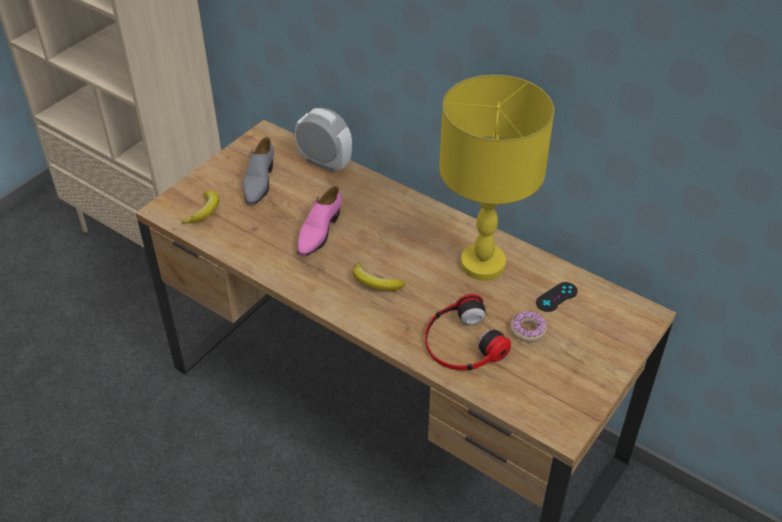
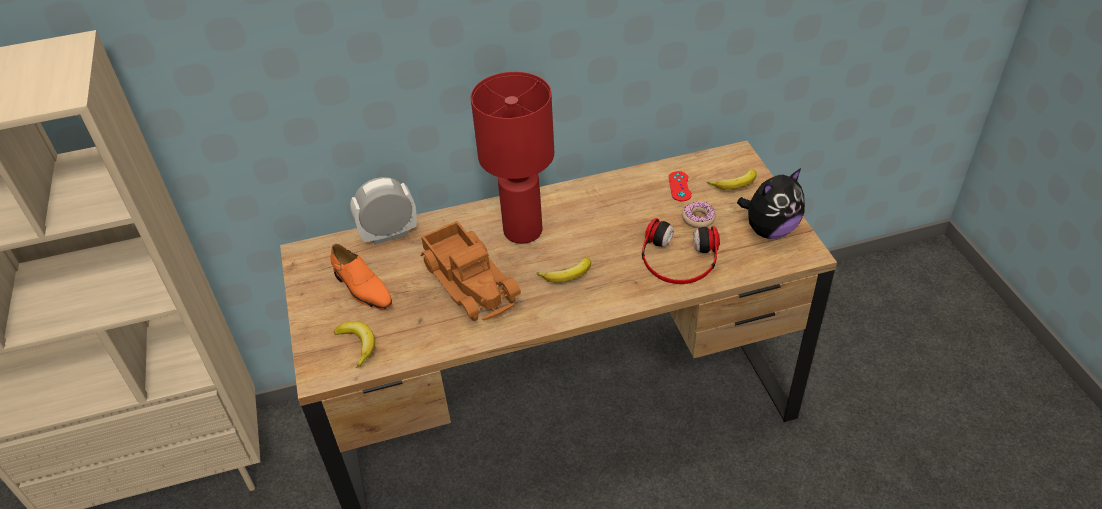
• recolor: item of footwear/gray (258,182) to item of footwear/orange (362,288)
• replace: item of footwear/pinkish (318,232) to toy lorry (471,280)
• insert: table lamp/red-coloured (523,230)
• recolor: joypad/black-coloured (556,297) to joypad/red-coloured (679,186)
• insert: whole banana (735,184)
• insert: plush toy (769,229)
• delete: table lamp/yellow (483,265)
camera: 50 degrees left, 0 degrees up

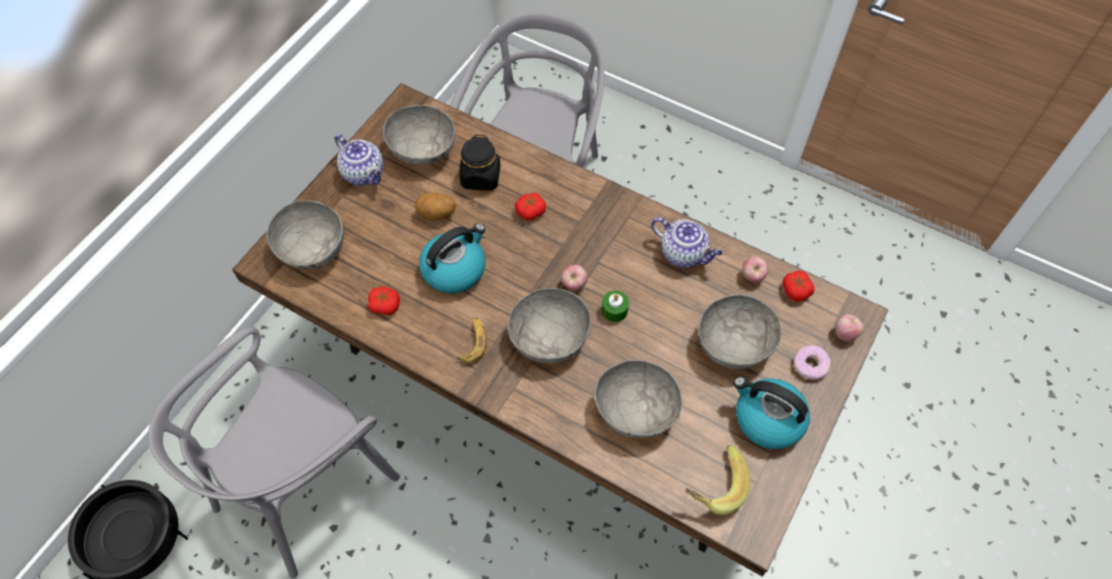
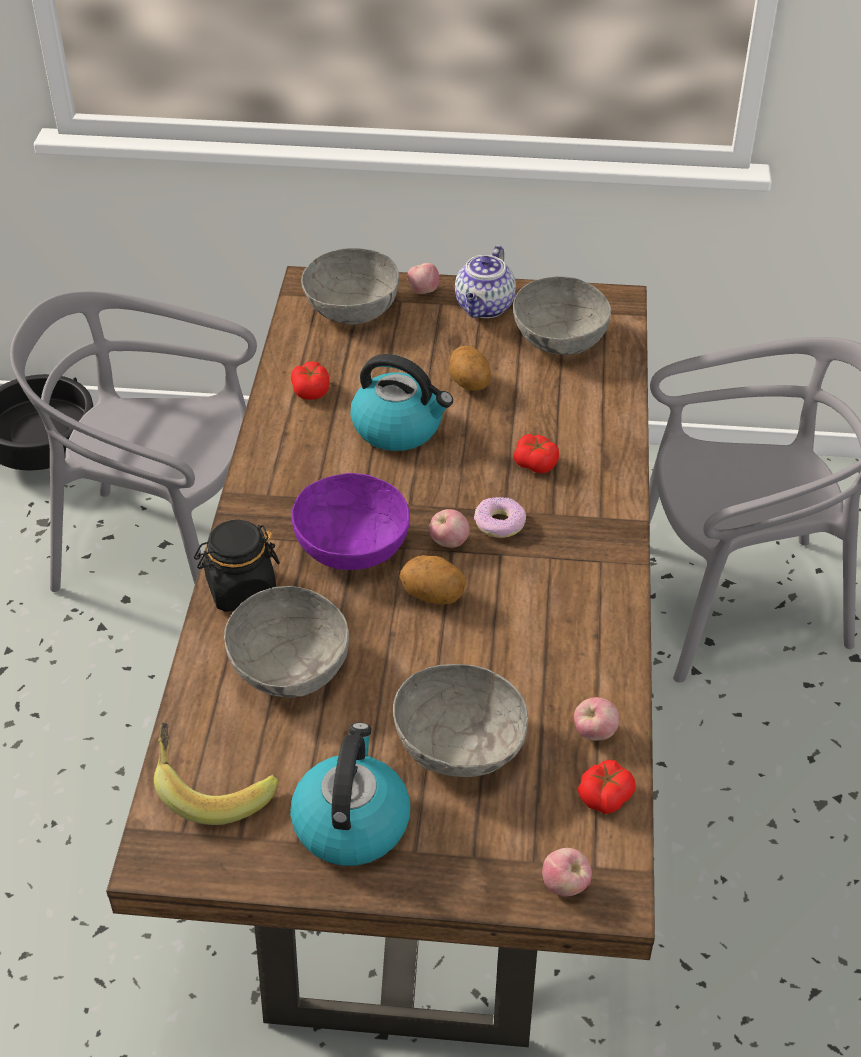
• move: jar/black-coloured (481,177) to (241,589)
• recolor: deep dish/gray (549,337) to deep dish/purple (351,545)
• replace: wax light/green (614,310) to spud (433,595)
• insert: apple (423,291)
• move: donut (810,365) to (499,524)
• delete: whole banana (473,342)
• delete: tea pot (684,254)
camera: 65 degrees right, 15 degrees down

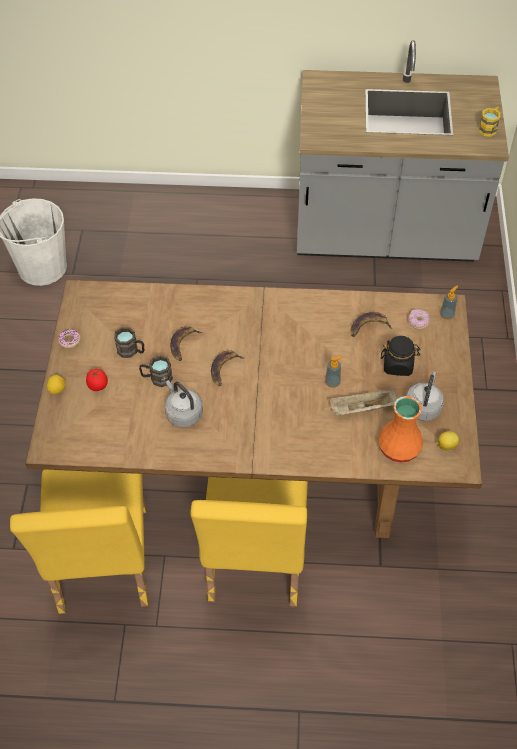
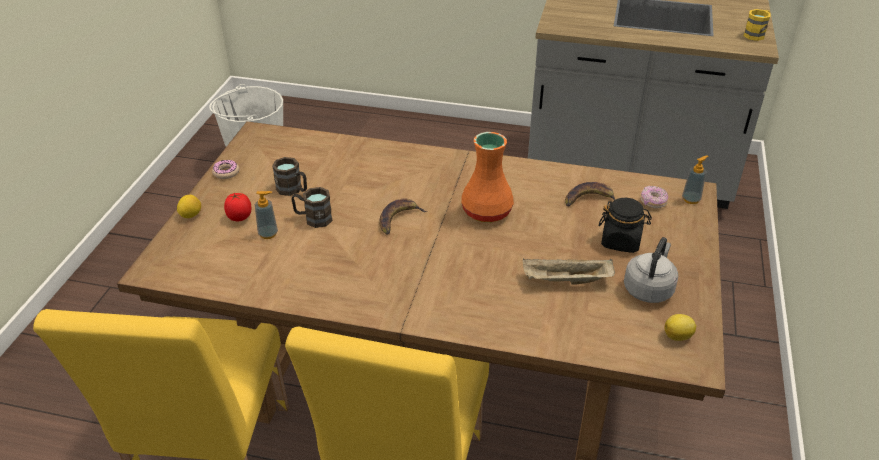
• move: soap dispenser (332,382) to (268,234)
• move: vase/orange (398,446) to (486,211)
• delete: kettle/gray (183,413)
• delete: whole banana (183,344)
camera: 10 degrees right, 15 degrees down

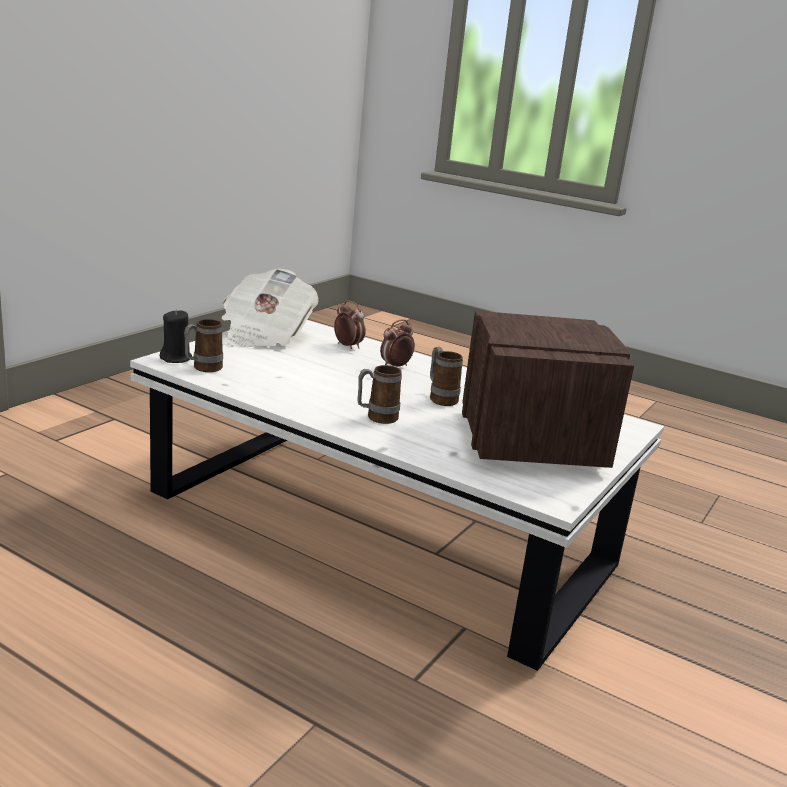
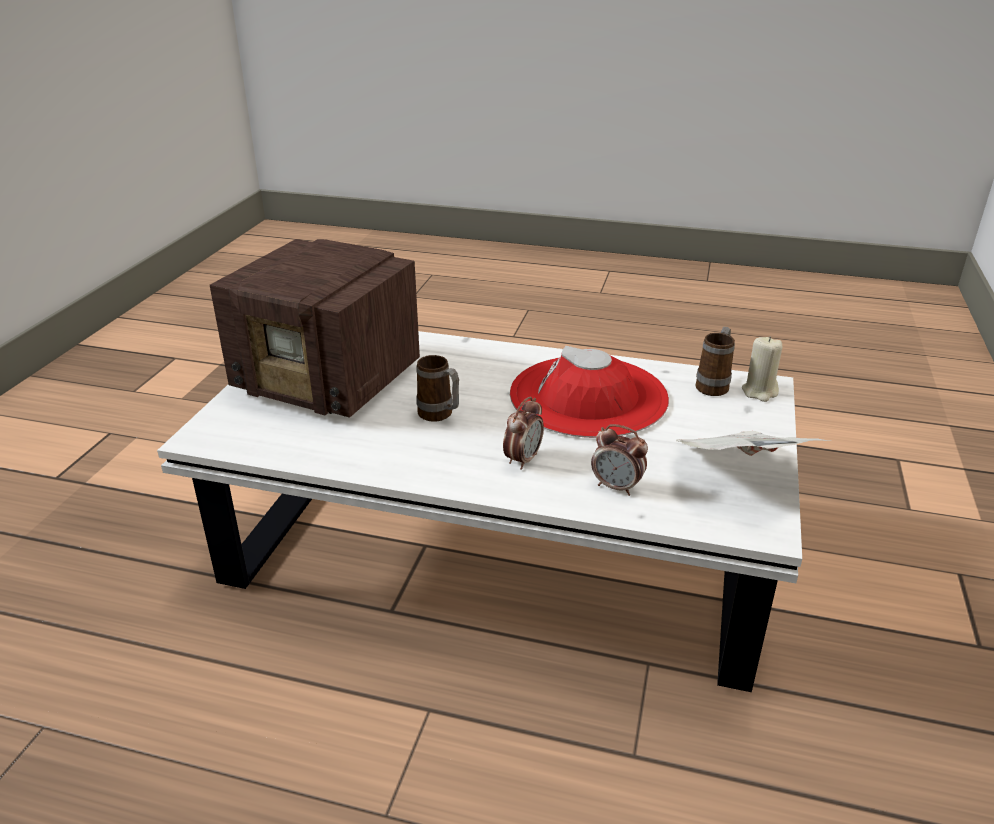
• rotate: radio receiver (531,441) = (330,381) 45 degrees counterclockwise
• insert: wearable hat/red-coloured (588,396)
• recolor: wax light/black-coloured (176,358) to wax light/beige-coloured (759,392)
• delete: mug (376,418)
camera: 165 degrees right, 10 degrees up

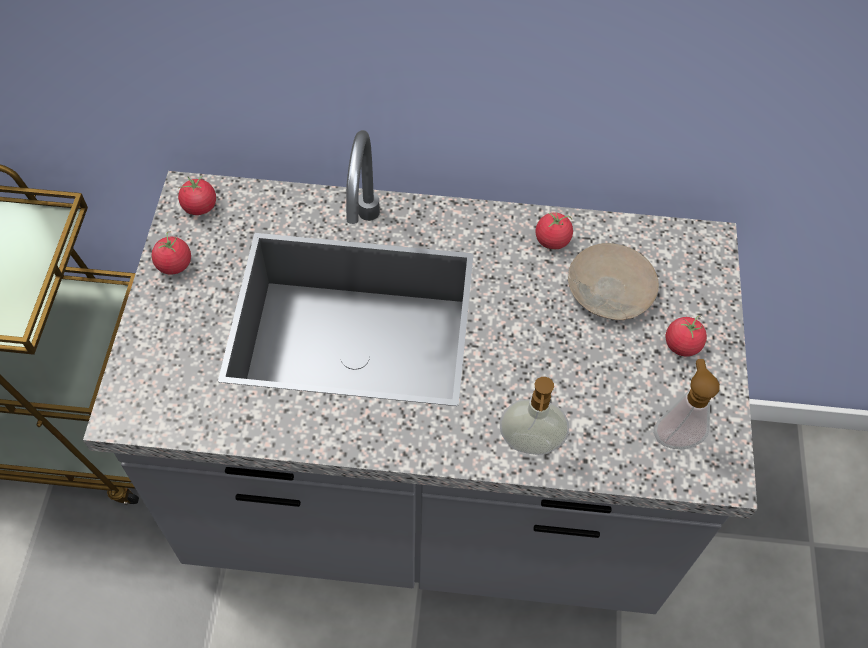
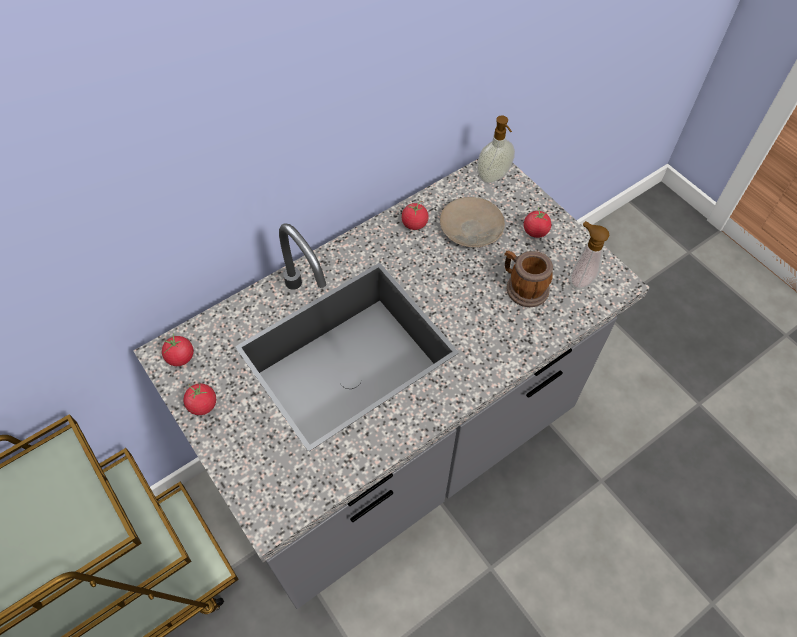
• move: soap dispenser (530,445) to (494,177)
• insert: mug (523,287)
camera: 40 degrees left, 0 degrees up

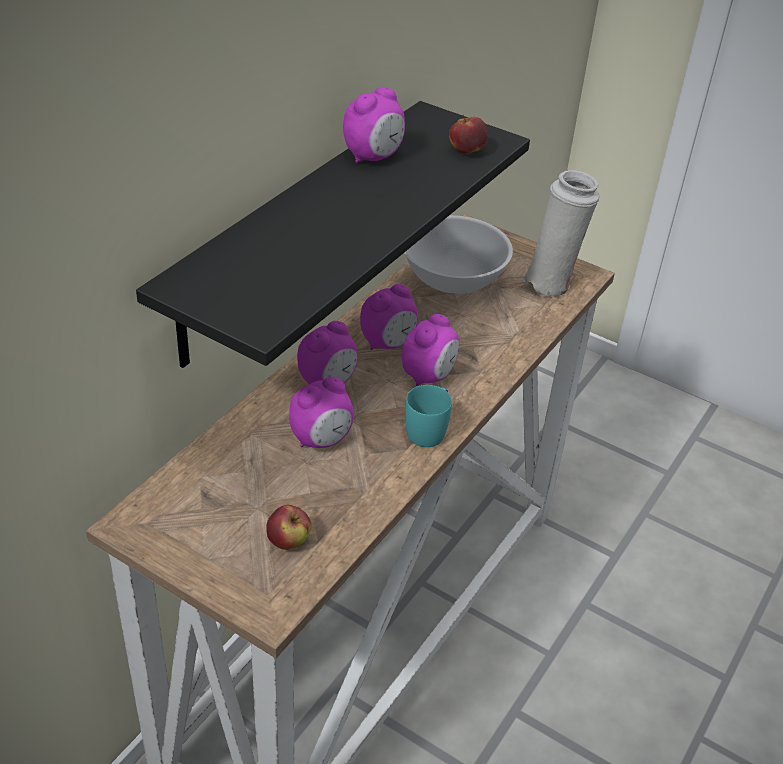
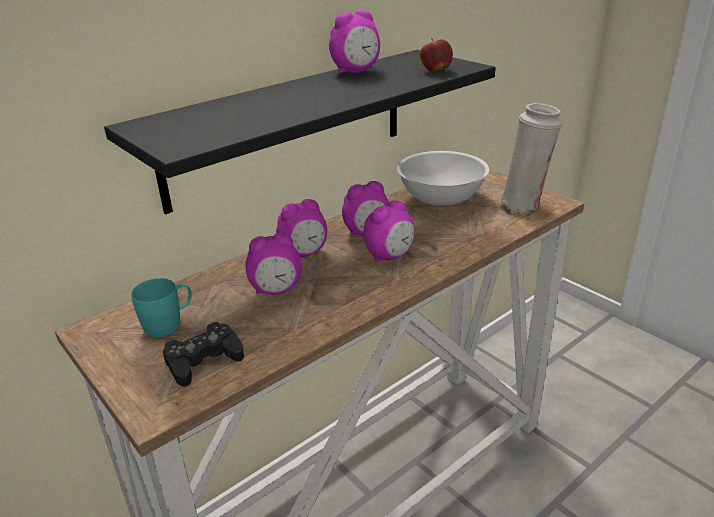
• move: mug/blue-green (429,429) to (169,323)
• replace: apple (288,542) to joypad/black-coloured (204,360)
camera: 20 degrees right, 10 degrees down

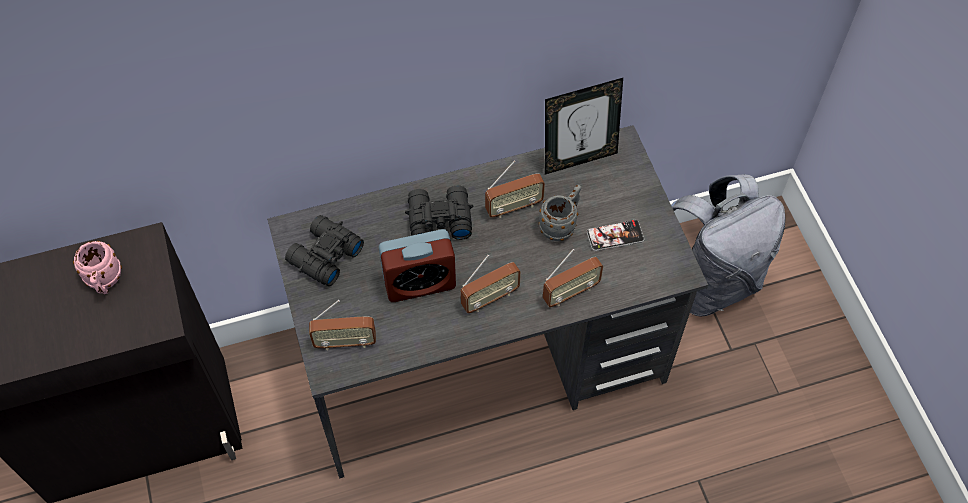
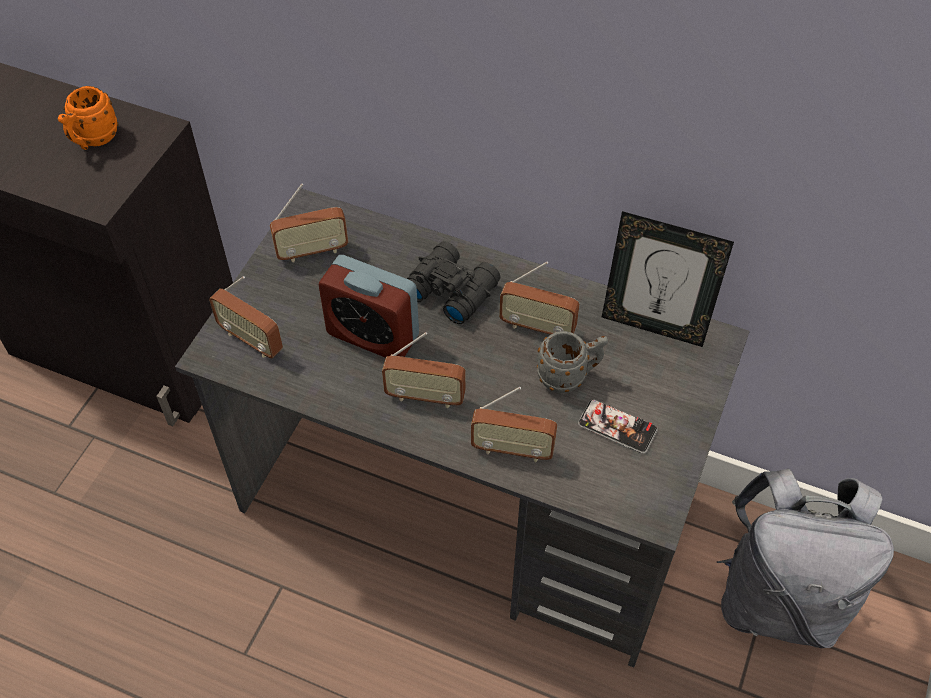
• recolor: mug/pinkish (105,282) to mug/orange (93,140)
• replace: field glasses/black-coloured (323,256) to radio receiver (312,251)
camera: 40 degrees right, 5 degrees down

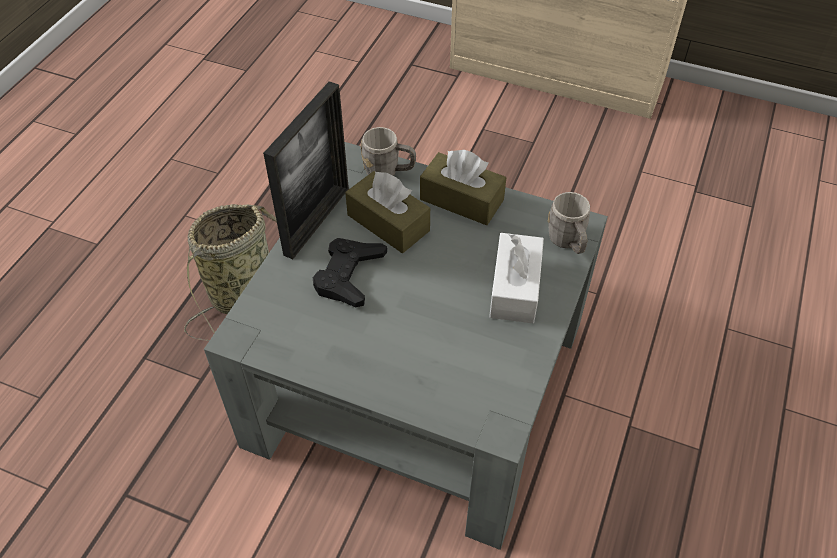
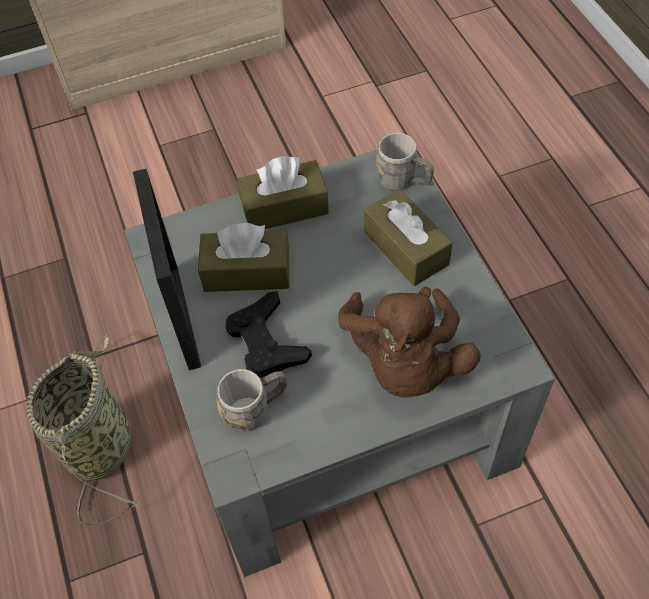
• move: mug/gray (388,172) to (256,410)
• insert: plush toy/brownish (405,363)
• recolor: tissue holder/whitish (515,288) to tissue holder/brownish (406,248)
camera: 40 degrees left, 5 degrees up

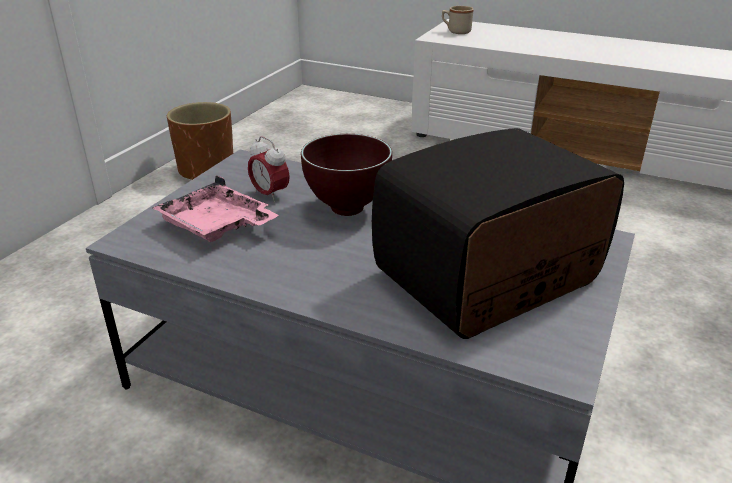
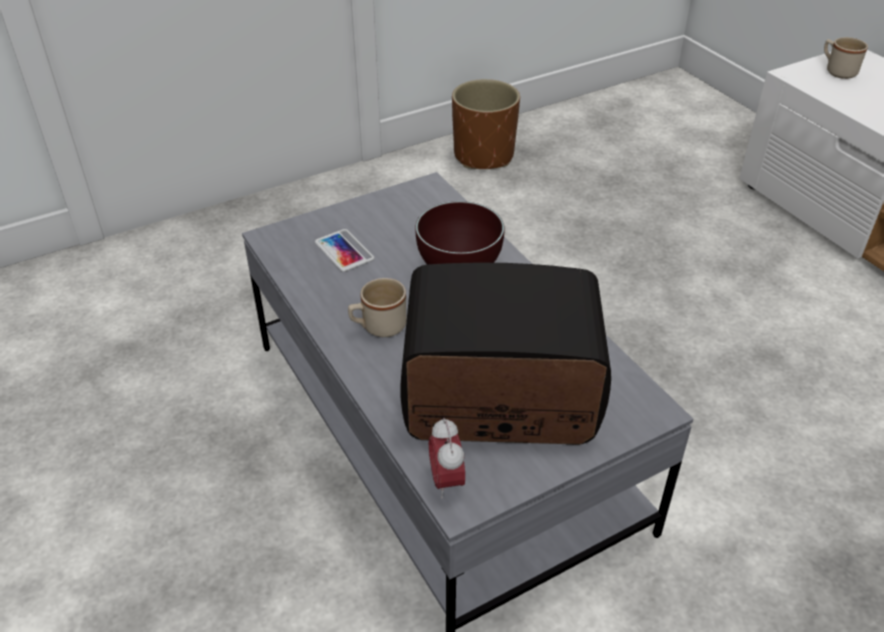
• replace: tray/pinkish (217,226) to phone (344,251)
• insert: mug/beige-coloured (378,327)
• move: bedside clock (270,195) to (446,481)
camera: 35 degrees right, 10 degrees up

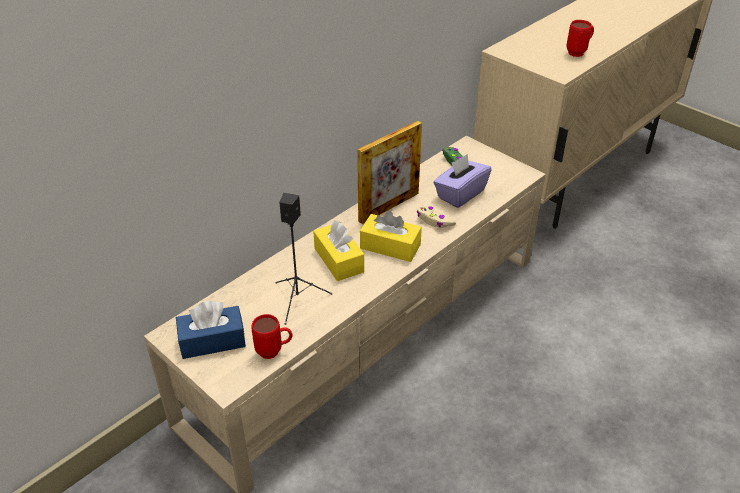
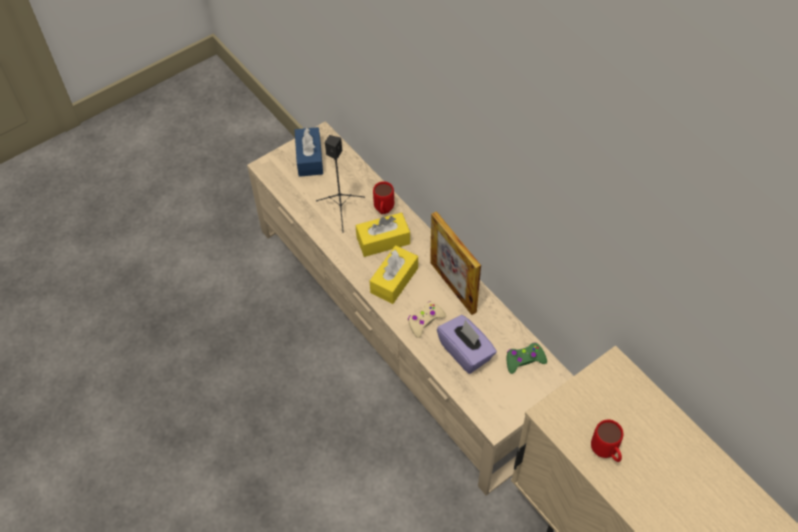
• move: mug/red-coloured (274,352) to (383,211)
camera: 100 degrees right, 15 degrees up

